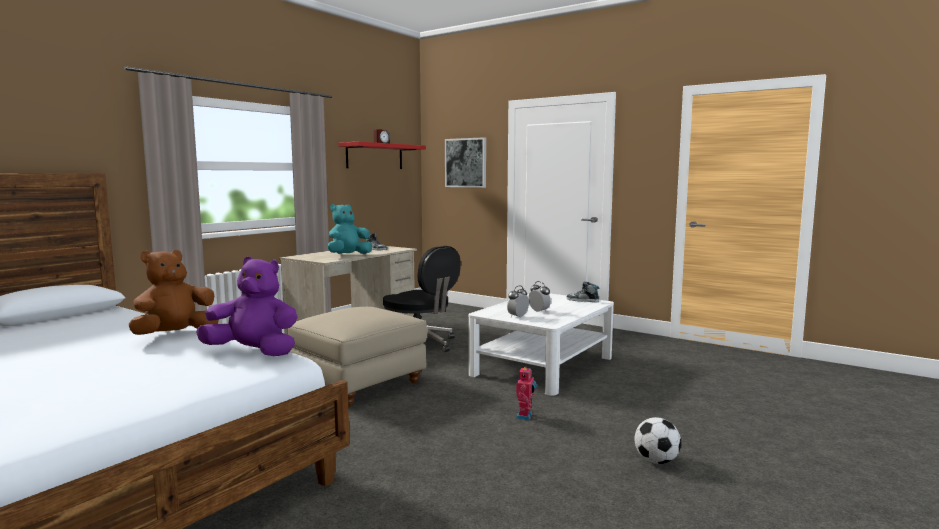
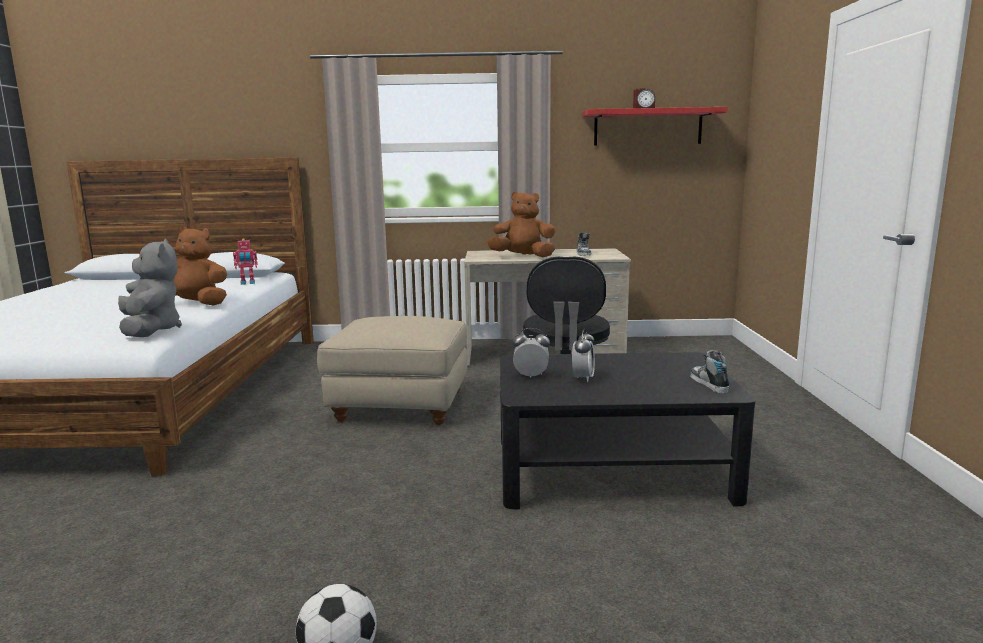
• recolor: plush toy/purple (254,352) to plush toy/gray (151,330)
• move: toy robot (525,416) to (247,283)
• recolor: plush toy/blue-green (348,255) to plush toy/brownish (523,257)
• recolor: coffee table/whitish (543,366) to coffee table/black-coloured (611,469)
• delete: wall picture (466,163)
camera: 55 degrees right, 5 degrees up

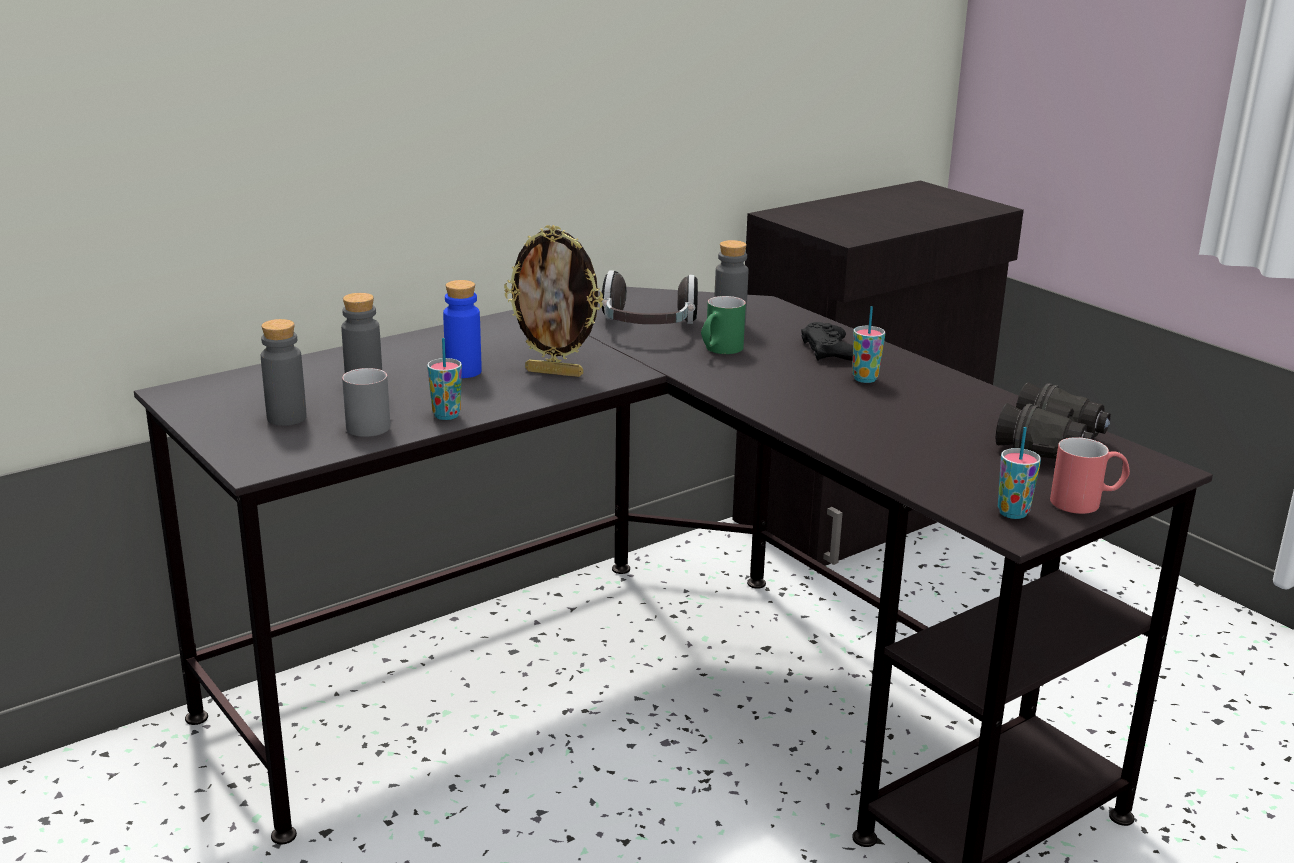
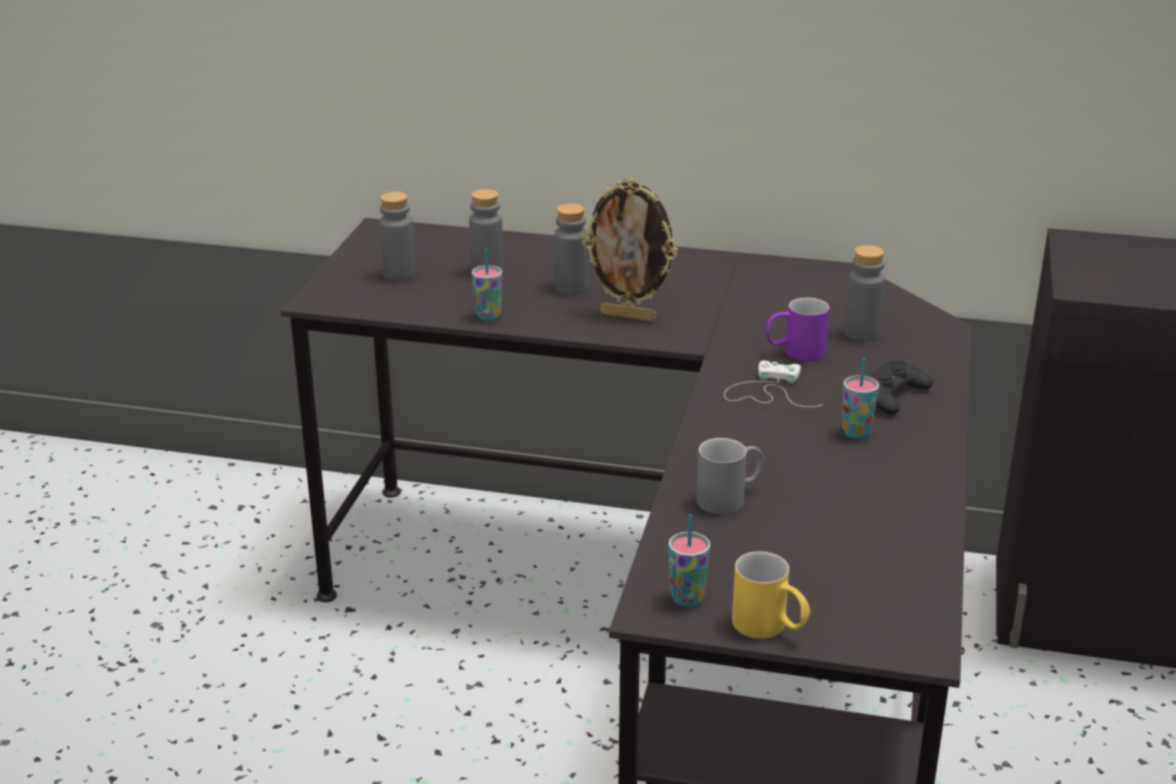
• recolor: drink bottle/blue (463,371) to drink bottle/gray (571,287)
• rotate: standing frame (555,372) = (629,316) 45 degrees counterclockwise
• move: mug/gray (372,423) to (730,498)
• insert: joypad/whitish (767,391)
• recolor: mug/red-coloured (1087,502) to mug/yellow (770,628)
• recolor: mug/green (719,350) to mug/purple (794,353)
• delete: pair of headphones (648,328)
• delete: field glasses/black-coloured (1051,444)
camera: 50 degrees right, 5 degrees up

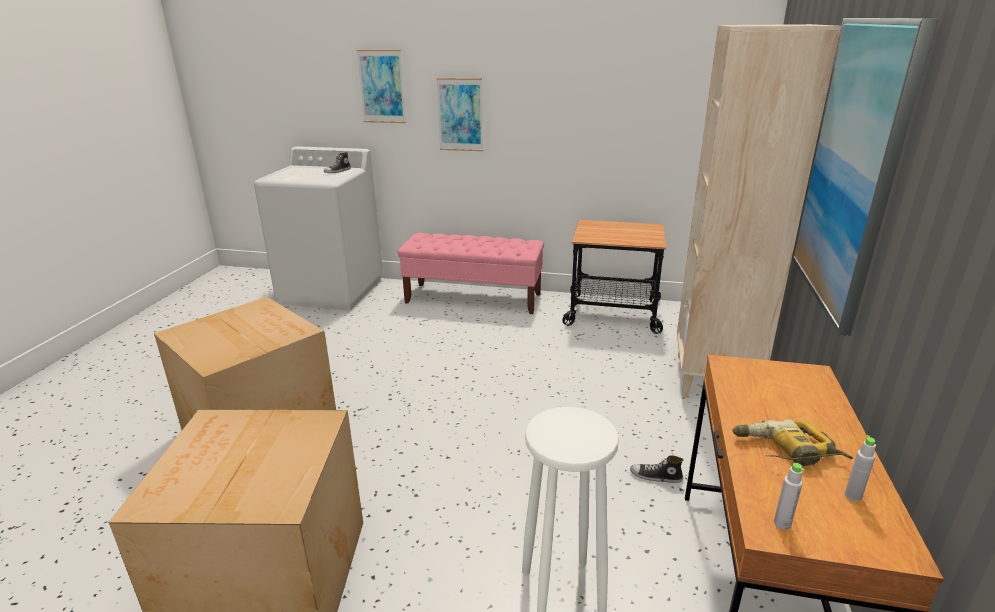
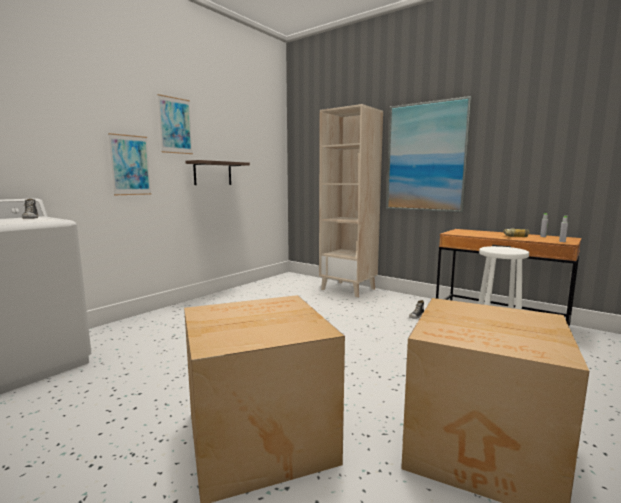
• move: wall picture (382,86) to (175,125)
• insert: wall shelf (212,173)
• delete: indoor bench/pinkish (474,298)
• delete: cart (613,313)
camera: 65 degrees left, 15 degrees down

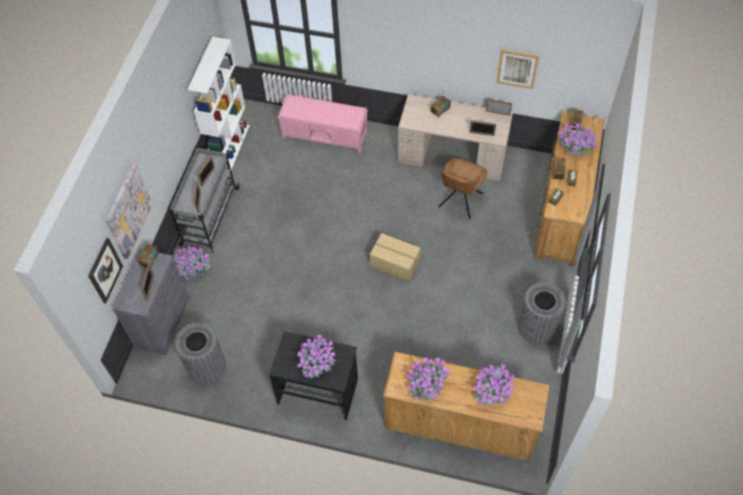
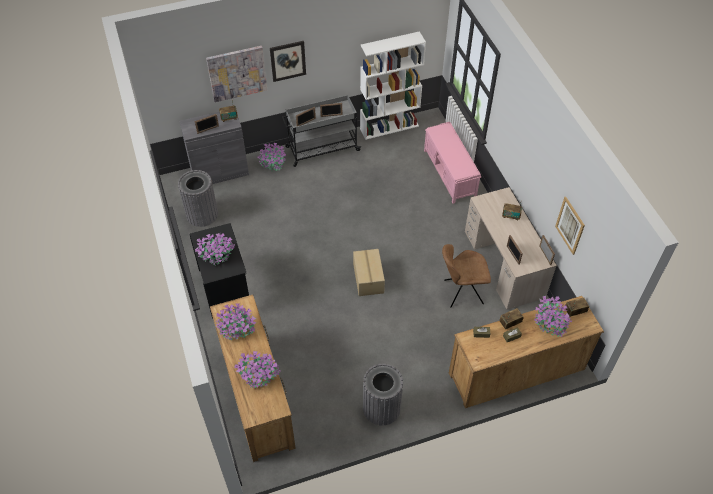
• move: wall picture (105,270) to (288,61)
camera: 55 degrees right, 5 degrees down

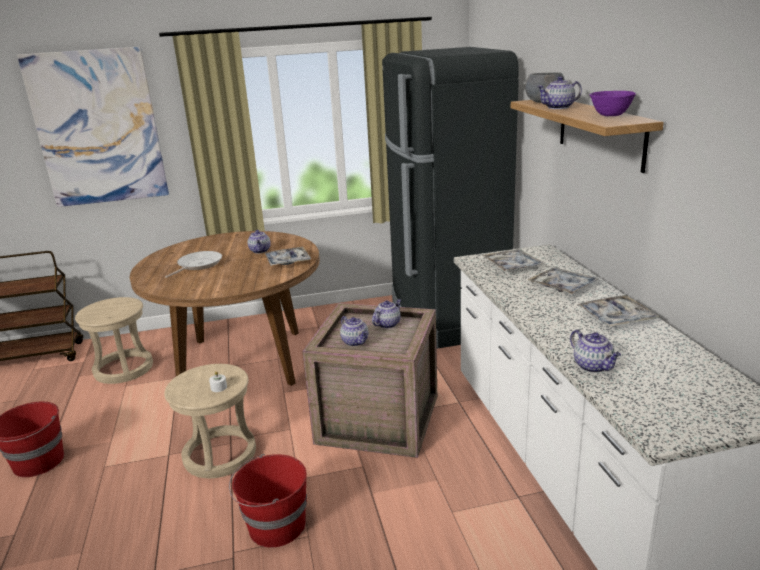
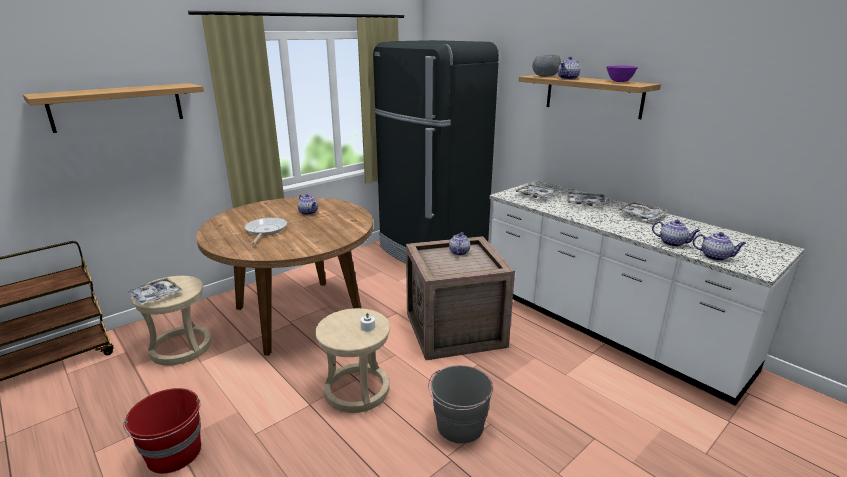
• replace: wall picture (98,128) to wall shelf (118,106)
• move: tray (288,261) to (155,295)
• recolor: water bucket/red-coloured (275,526) to water bucket/gray (459,426)
• move: tea pot (355,342) to (715,257)
camera: 30 degrees left, 0 degrees up

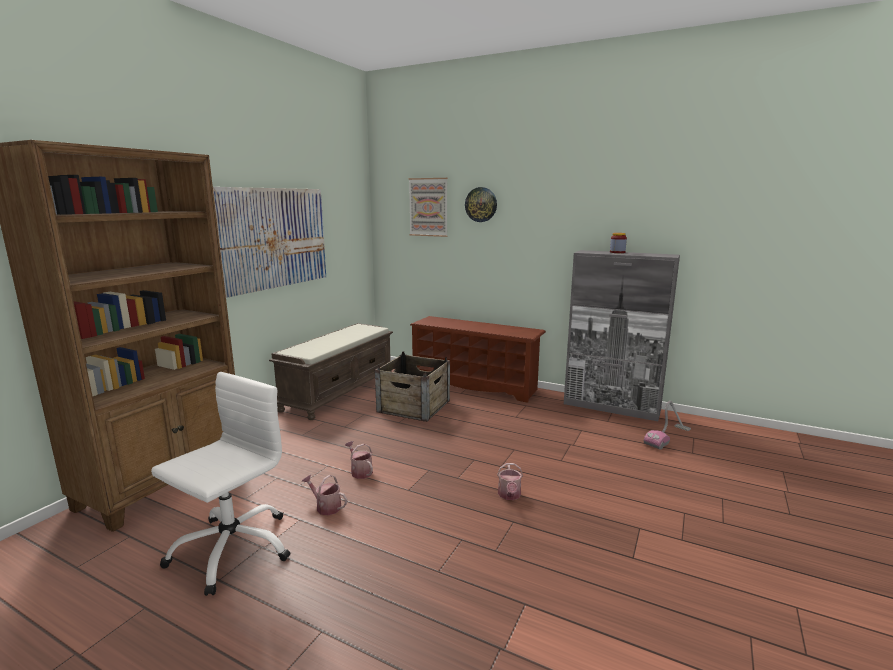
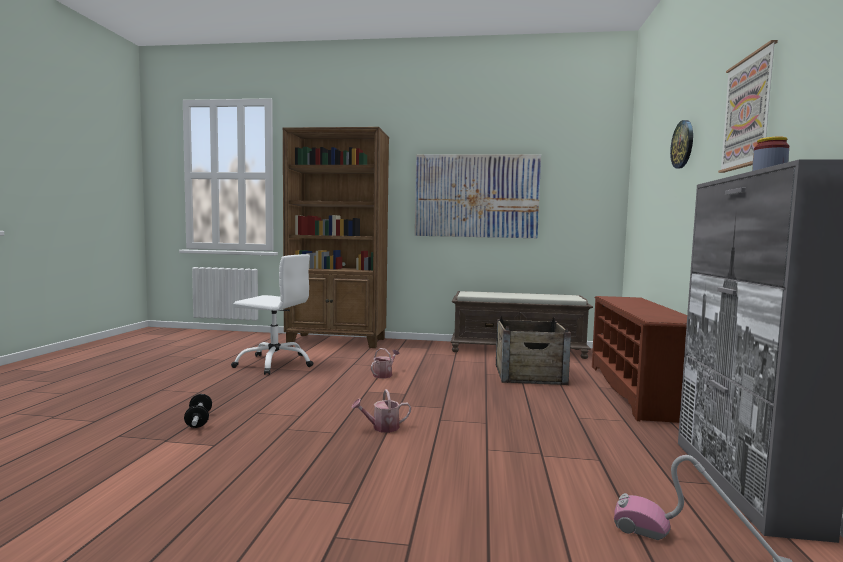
• insert: free weight (199,420)
• move: wall picture (428,207) to (748,112)
• delete: watering pot (326,506)
camera: 70 degrees right, 10 degrees down

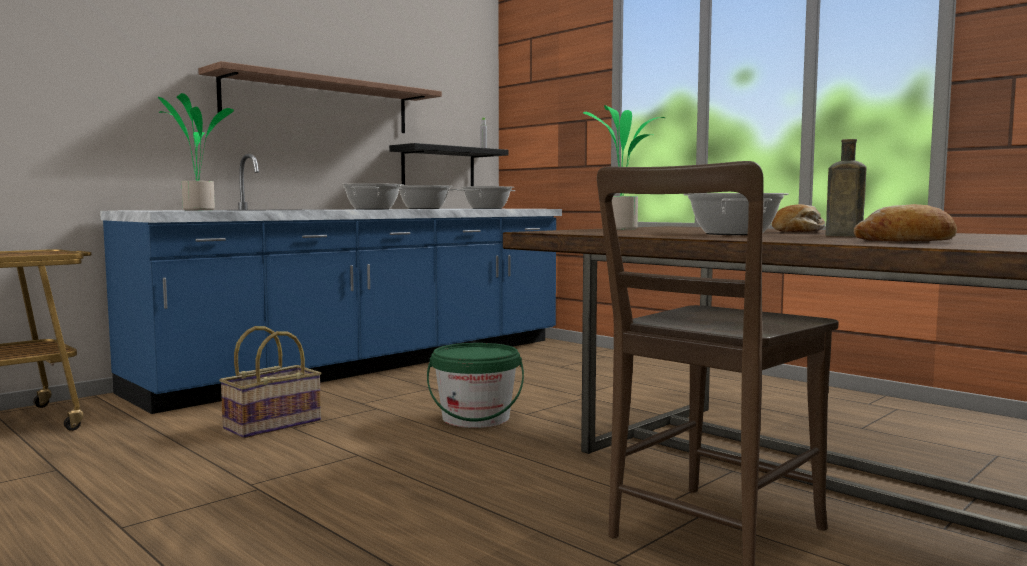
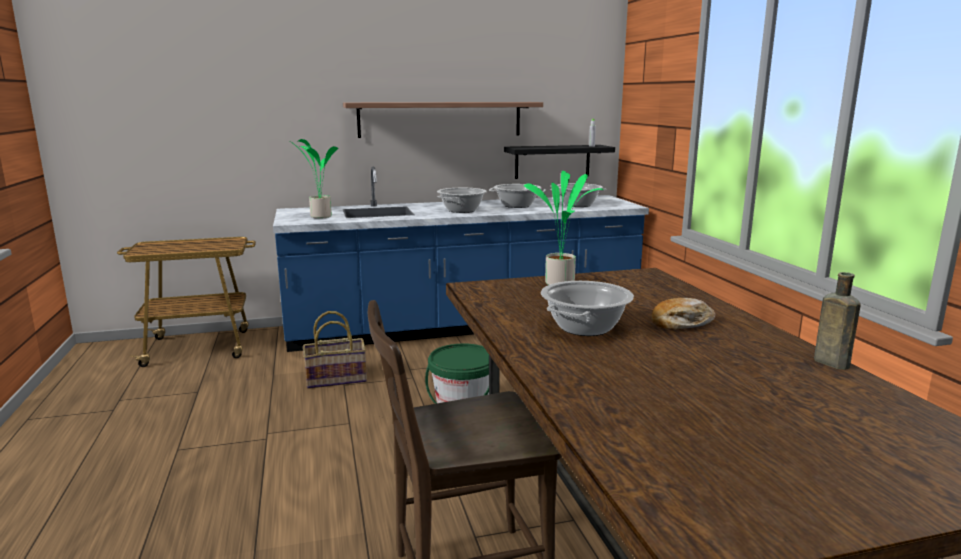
• move: drink bottle/brownish (841,236) to (828,362)
• delete: bakery bread (906,241)
camera: 30 degrees right, 10 degrees up

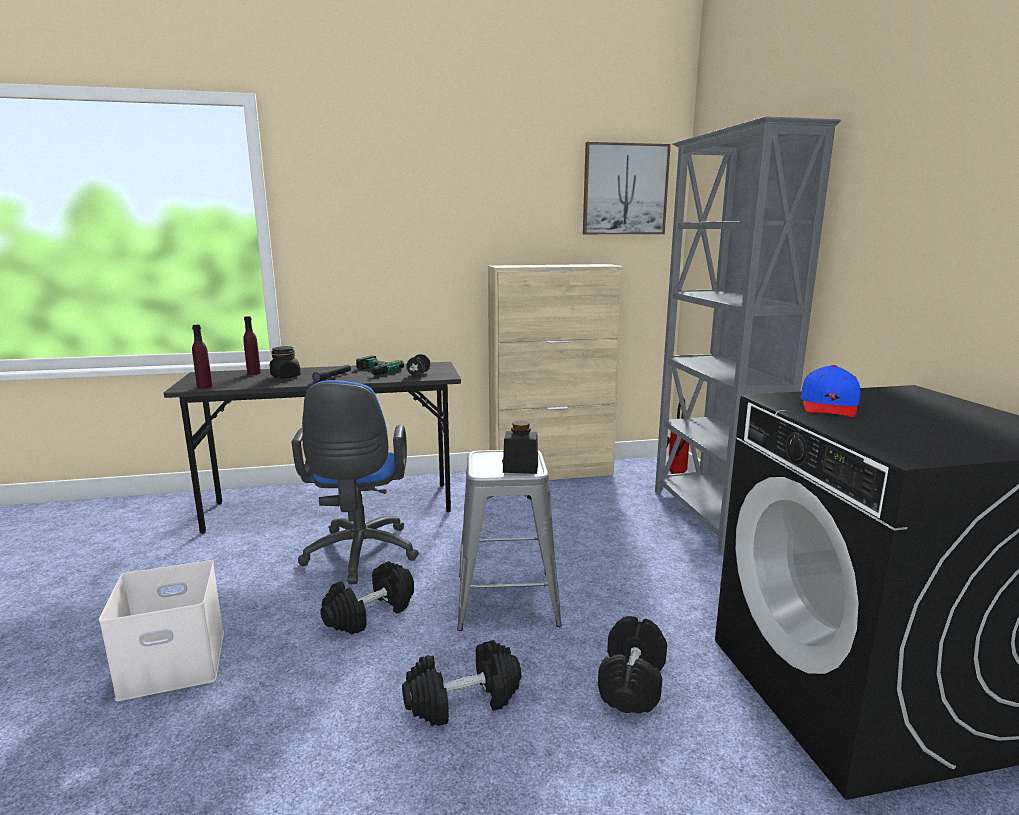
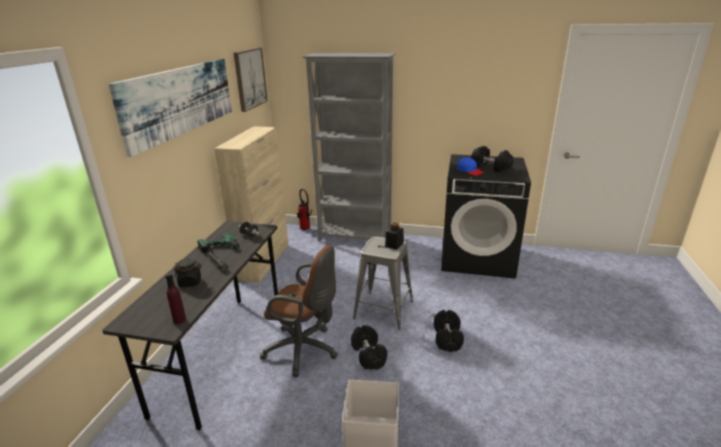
• insert: wall picture (180,100)
• recolor: desk chair/blue (359,556) to desk chair/brownish (304,351)
• move: free weight/black-coloured (632,682) to (491,167)
• delete: drink bottle/purple (254,373)
camera: 65 degrees left, 10 degrees up

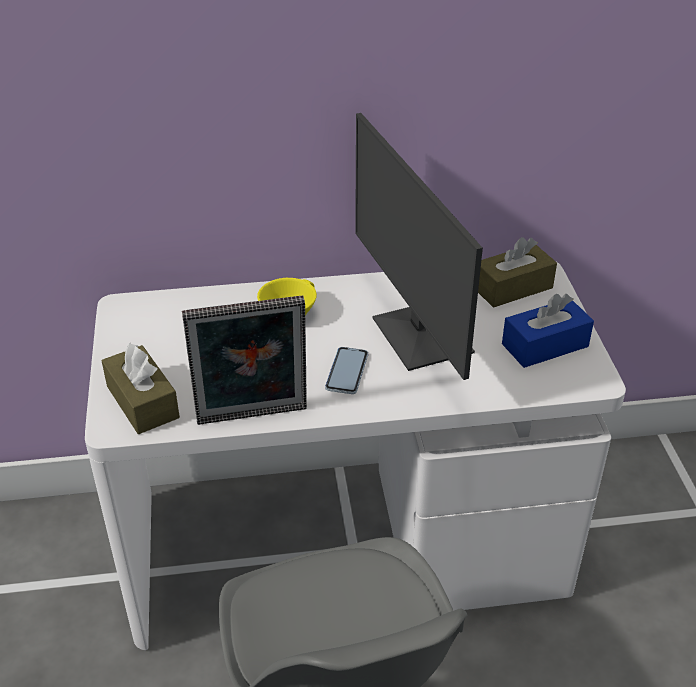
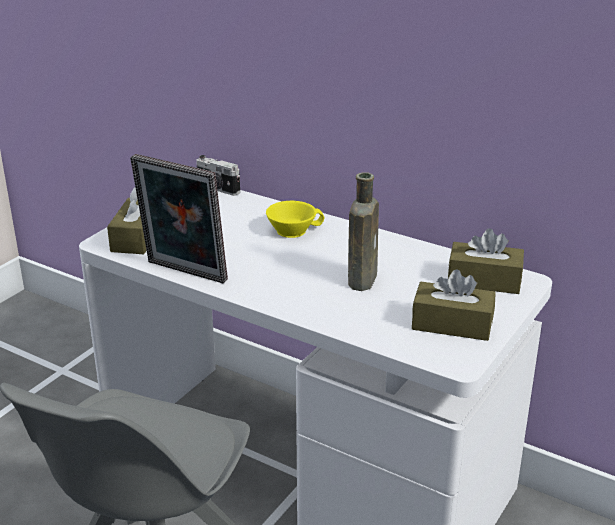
• insert: photo camera (217,189)
• replace: computer display (419,336) to drink bottle/brownish (362,278)
• recolor: tissue holder/blue (545,345) to tissue holder/brownish (452,324)
• delete: phone (347,372)
camera: 40 degrees right, 10 degrees down

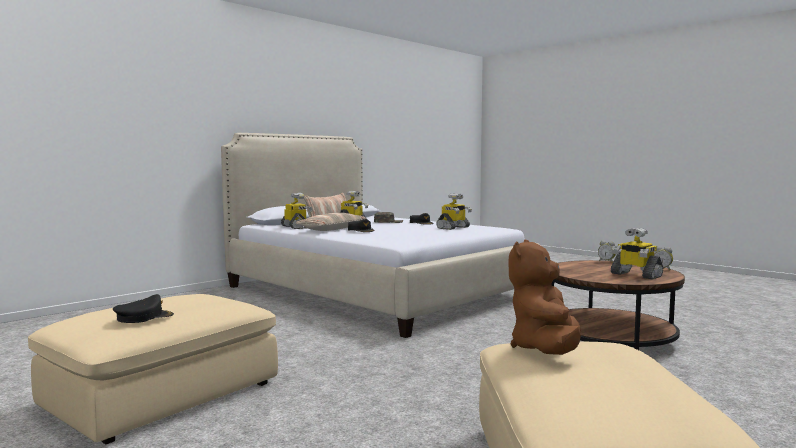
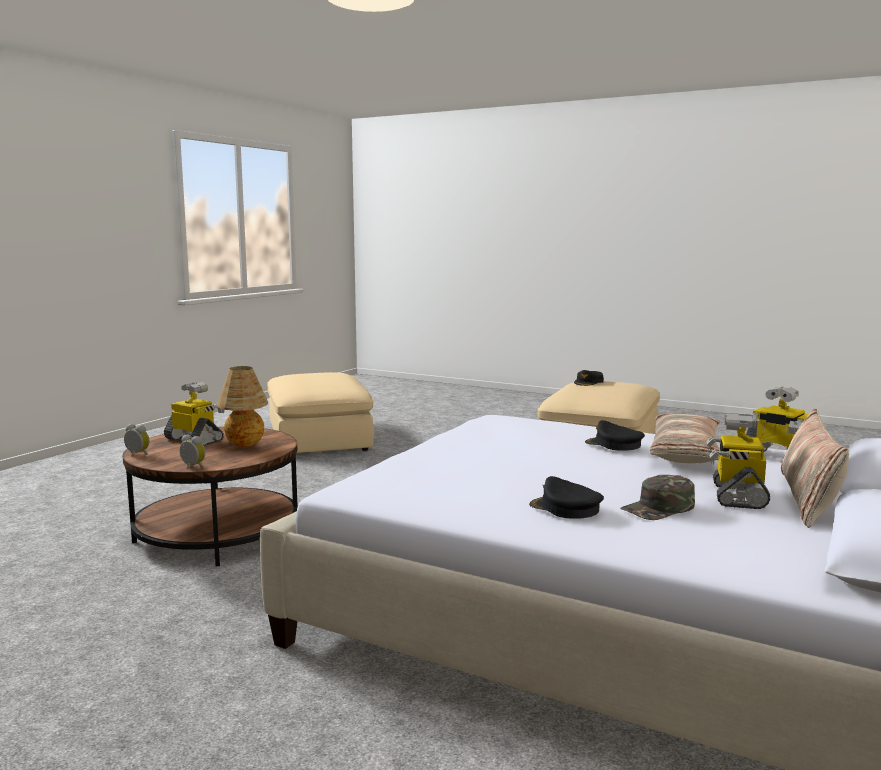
• insert: table lamp (245,447)
• delete: toy robot (453,228)
• delete: plush toy/brownish (545,350)
camera: 165 degrees right, 5 degrees up

